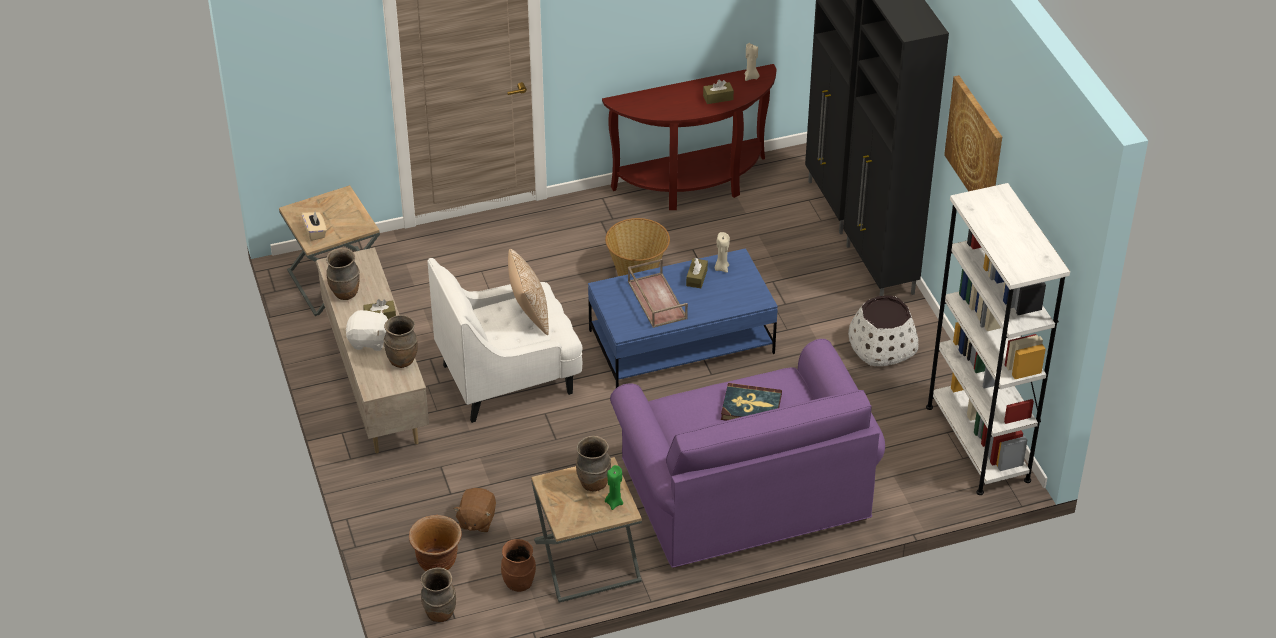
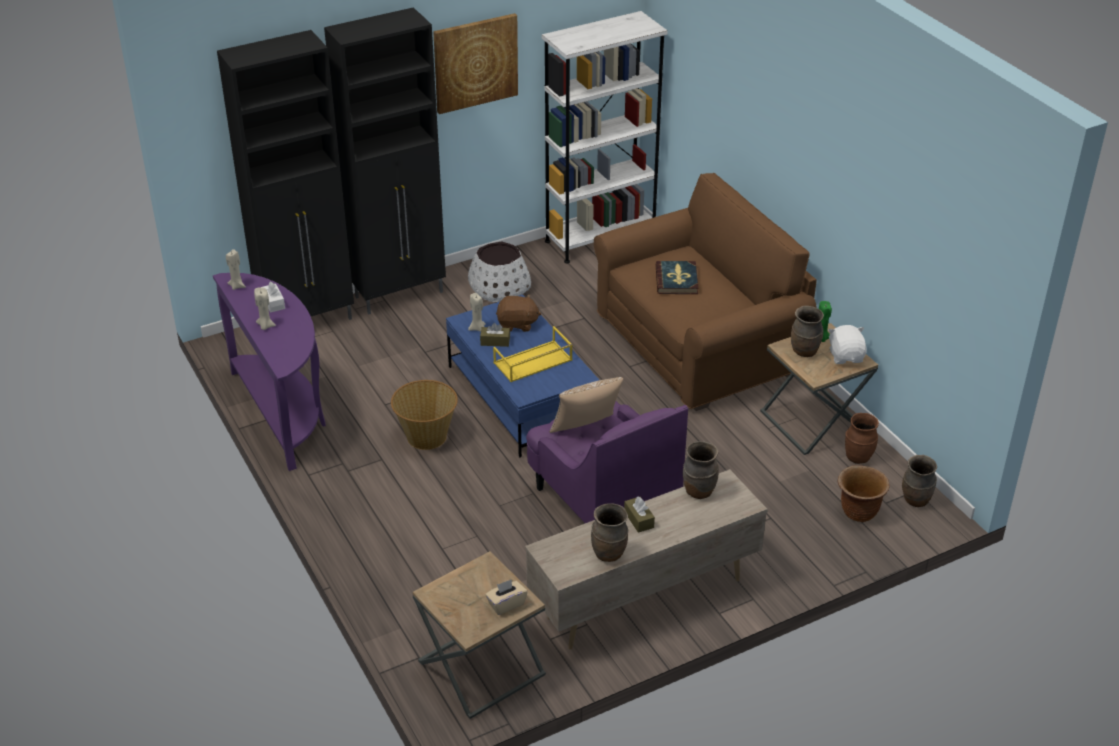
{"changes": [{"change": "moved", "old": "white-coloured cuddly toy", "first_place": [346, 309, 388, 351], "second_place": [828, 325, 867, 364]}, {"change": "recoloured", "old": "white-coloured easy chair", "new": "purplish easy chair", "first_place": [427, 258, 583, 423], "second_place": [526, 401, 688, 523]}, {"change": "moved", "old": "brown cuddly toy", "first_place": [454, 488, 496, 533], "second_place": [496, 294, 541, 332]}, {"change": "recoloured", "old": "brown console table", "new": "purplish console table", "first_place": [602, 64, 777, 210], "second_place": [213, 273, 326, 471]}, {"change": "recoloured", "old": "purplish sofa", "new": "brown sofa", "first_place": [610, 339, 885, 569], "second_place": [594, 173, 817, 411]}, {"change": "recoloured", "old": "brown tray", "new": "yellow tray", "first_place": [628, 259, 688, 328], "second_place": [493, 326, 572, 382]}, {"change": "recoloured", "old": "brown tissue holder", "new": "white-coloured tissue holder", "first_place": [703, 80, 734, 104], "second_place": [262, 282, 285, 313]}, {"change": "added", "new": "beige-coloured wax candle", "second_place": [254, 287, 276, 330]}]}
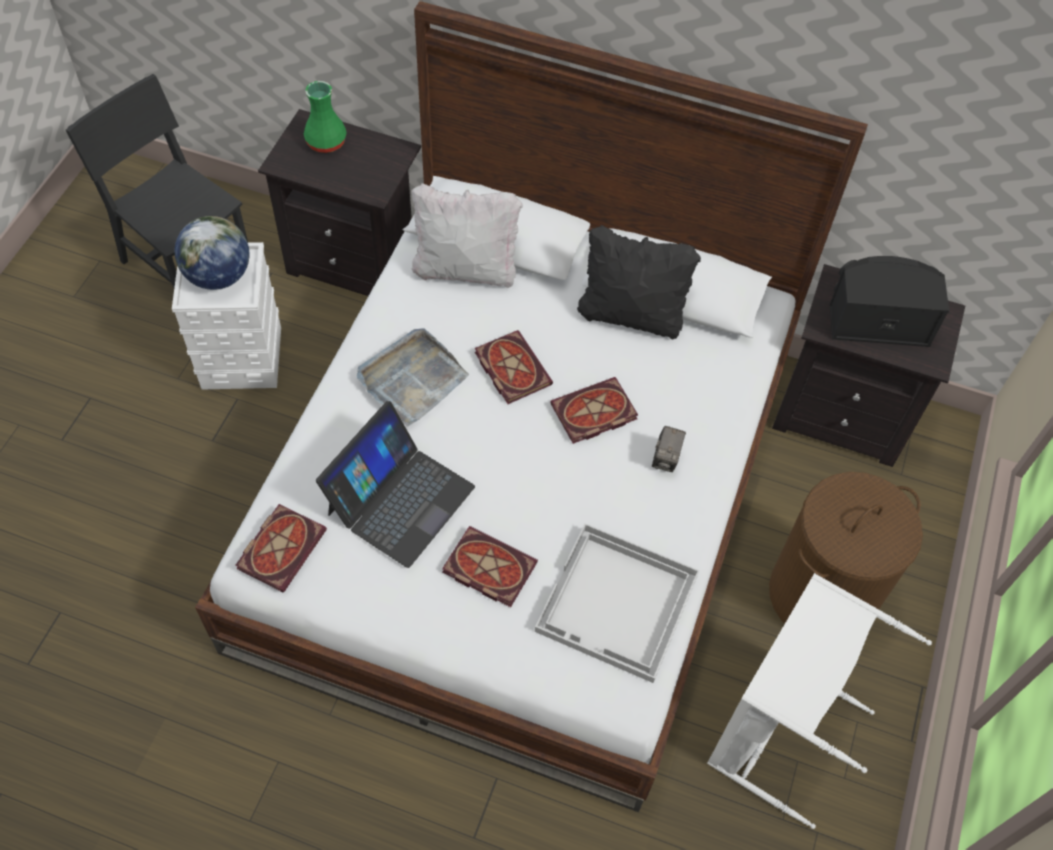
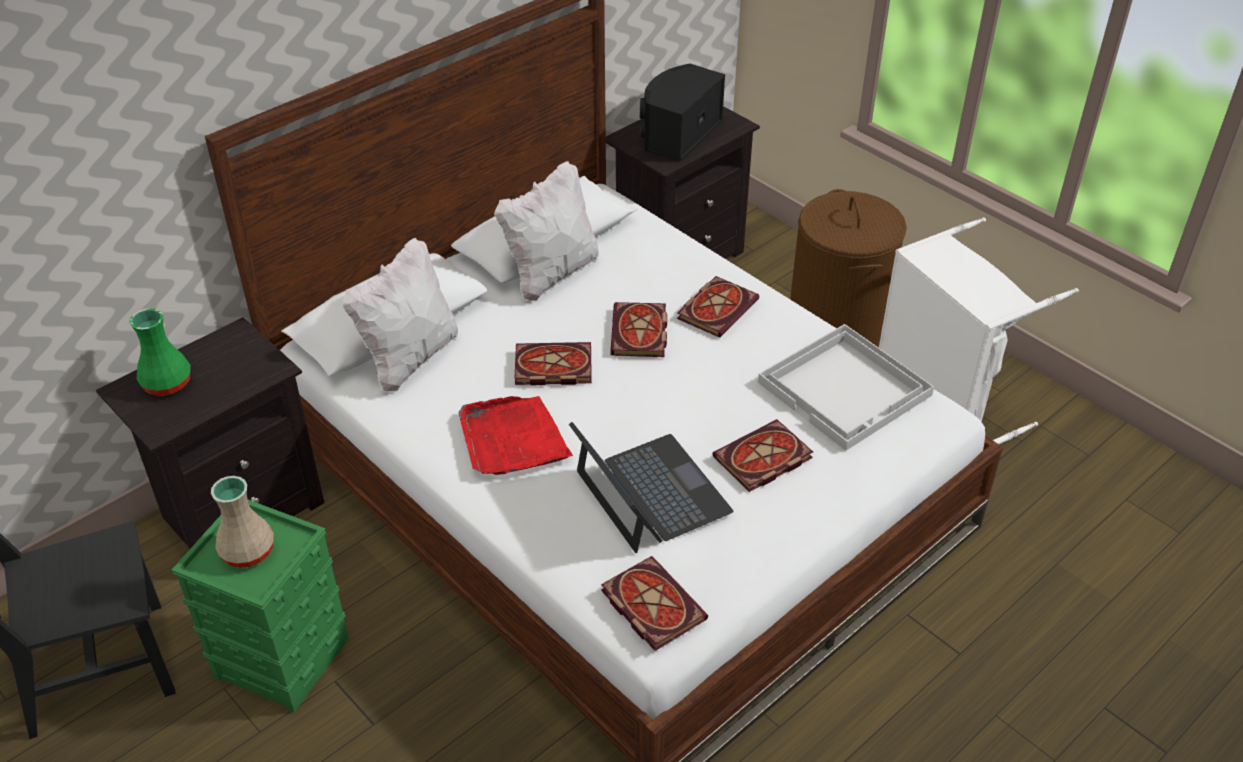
{"changes": [{"change": "recoloured", "old": "white-coloured storage bin", "new": "greenish storage bin", "first_place": [172, 242, 281, 390], "second_place": [172, 500, 349, 712]}, {"change": "replaced", "old": "desk globe", "new": "beige-coloured flower vase", "first_place": [175, 216, 250, 290], "second_place": [211, 476, 274, 568]}, {"change": "recoloured", "old": "gray tray", "new": "red tray", "first_place": [357, 328, 469, 427], "second_place": [459, 396, 573, 475]}, {"change": "recoloured", "old": "black cushion", "new": "white-coloured cushion", "first_place": [577, 225, 701, 339], "second_place": [494, 161, 599, 301]}, {"change": "replaced", "old": "still camera", "new": "bound book", "first_place": [652, 426, 686, 472], "second_place": [677, 276, 759, 338]}]}
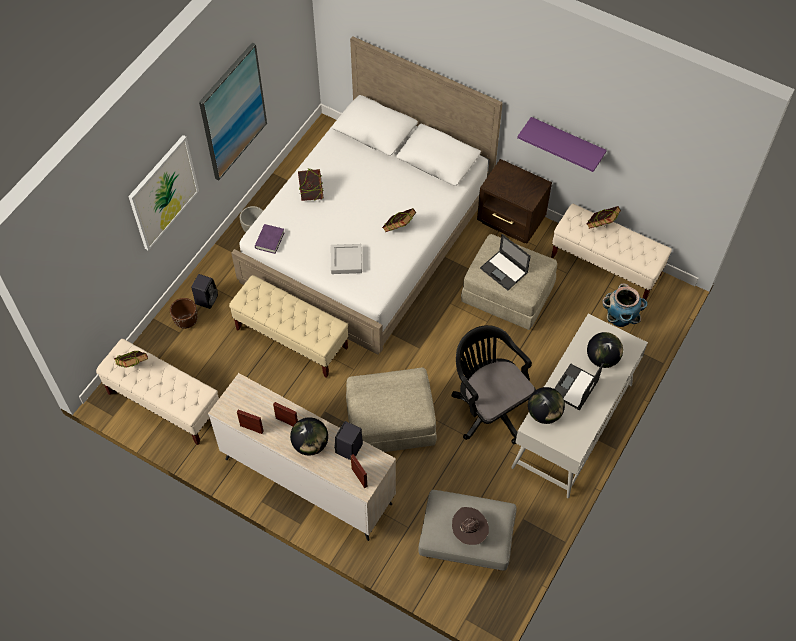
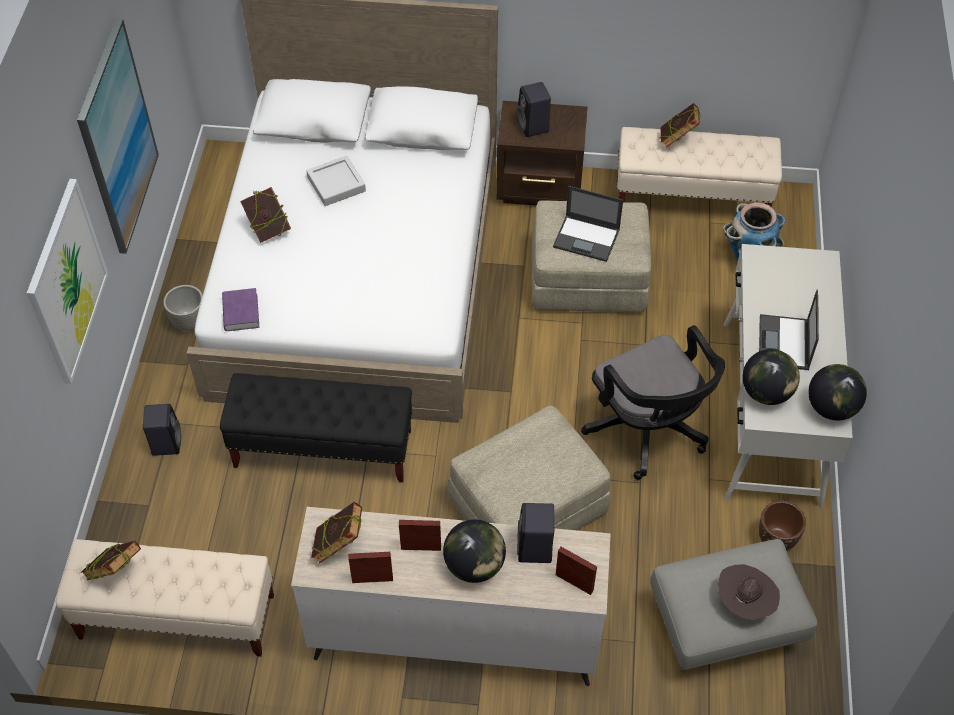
{"changes": [{"change": "moved", "old": "brown flower pot", "first_place": [170, 298, 198, 329], "second_place": [759, 501, 806, 551]}, {"change": "recoloured", "old": "beige-coloured indoor bench", "new": "black indoor bench", "first_place": [229, 275, 348, 378], "second_place": [220, 373, 413, 482]}, {"change": "moved", "old": "gray tray", "first_place": [331, 244, 362, 274], "second_place": [306, 156, 366, 206]}, {"change": "moved", "old": "bound book", "first_place": [382, 208, 416, 232], "second_place": [311, 502, 362, 564]}, {"change": "turned", "old": "black office chair", "first_place": [451, 325, 536, 444], "second_place": [581, 325, 725, 480], "degrees": -150}, {"change": "removed", "old": "purplish wall shelf", "first_place": [517, 117, 607, 172]}, {"change": "moved", "old": "desk globe", "first_place": [587, 332, 623, 368], "second_place": [808, 364, 867, 420]}, {"change": "added", "new": "black speaker", "second_place": [517, 82, 551, 137]}]}
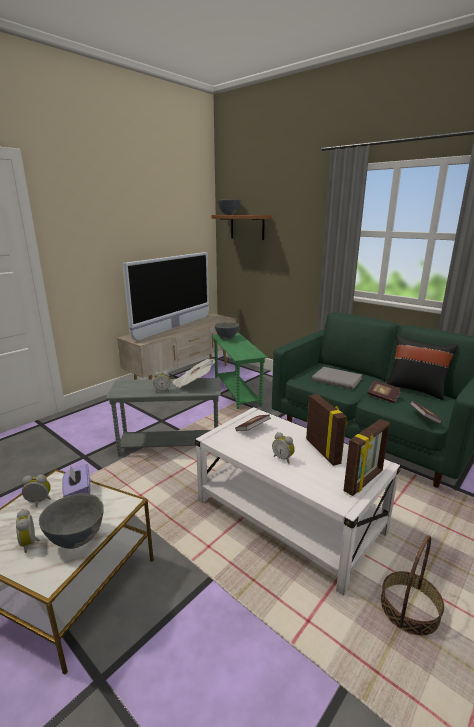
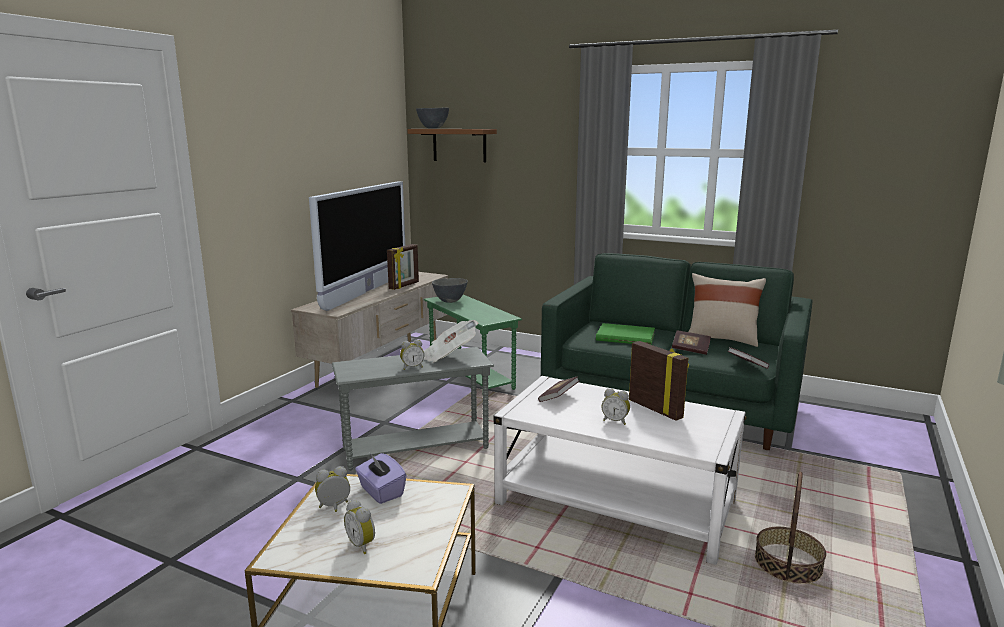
{"changes": [{"change": "removed", "old": "gray serving bowl", "first_place": [39, 493, 104, 549]}, {"change": "recoloured", "old": "gray bound book", "new": "greenish bound book", "first_place": [312, 367, 362, 390], "second_place": [596, 323, 655, 345]}, {"change": "moved", "old": "picture frame", "first_place": [343, 419, 390, 496], "second_place": [387, 244, 419, 290]}, {"change": "recoloured", "old": "black cushion", "new": "beige-coloured cushion", "first_place": [386, 335, 458, 400], "second_place": [688, 273, 766, 347]}]}
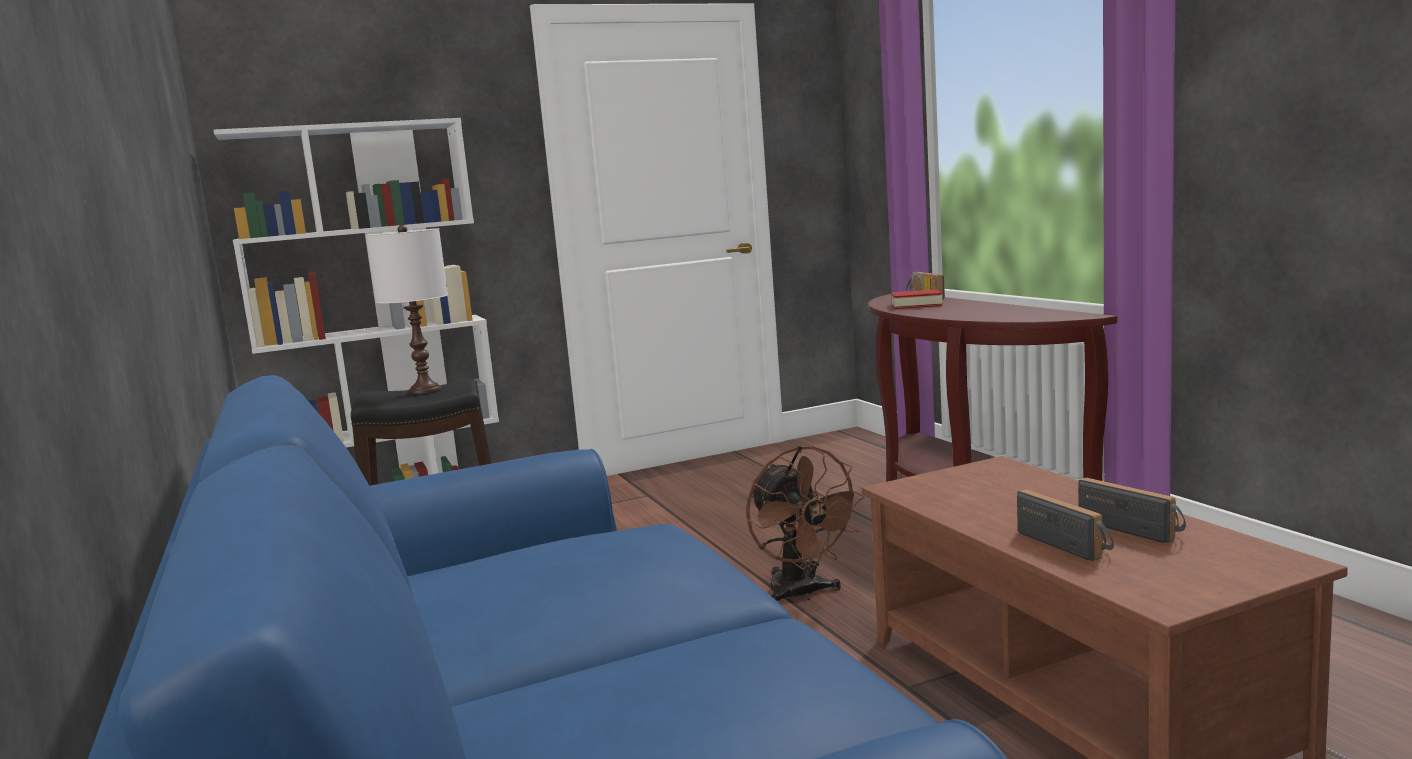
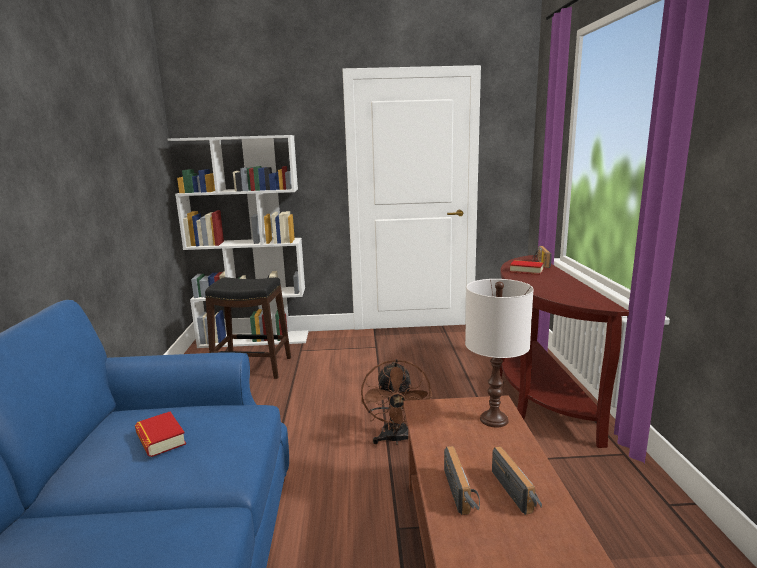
{"changes": [{"change": "moved", "old": "white-coloured lamp for a table", "first_place": [366, 225, 448, 394], "second_place": [465, 279, 534, 427]}, {"change": "added", "new": "bound book", "second_place": [135, 412, 186, 457]}]}
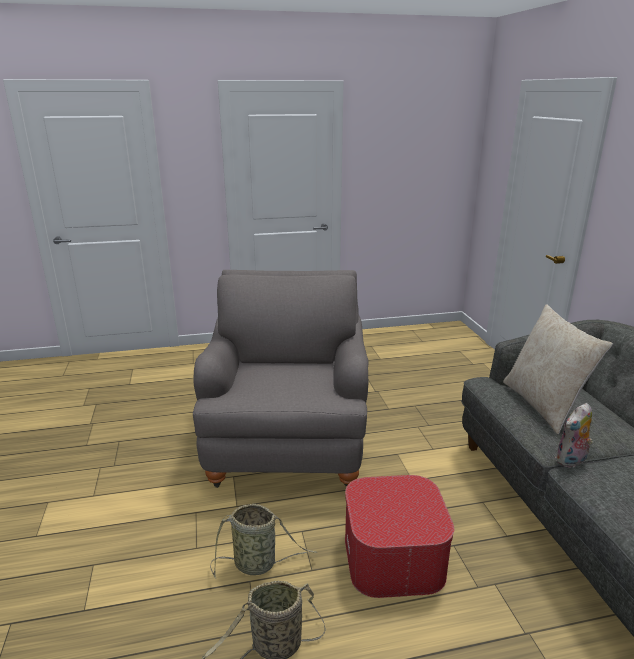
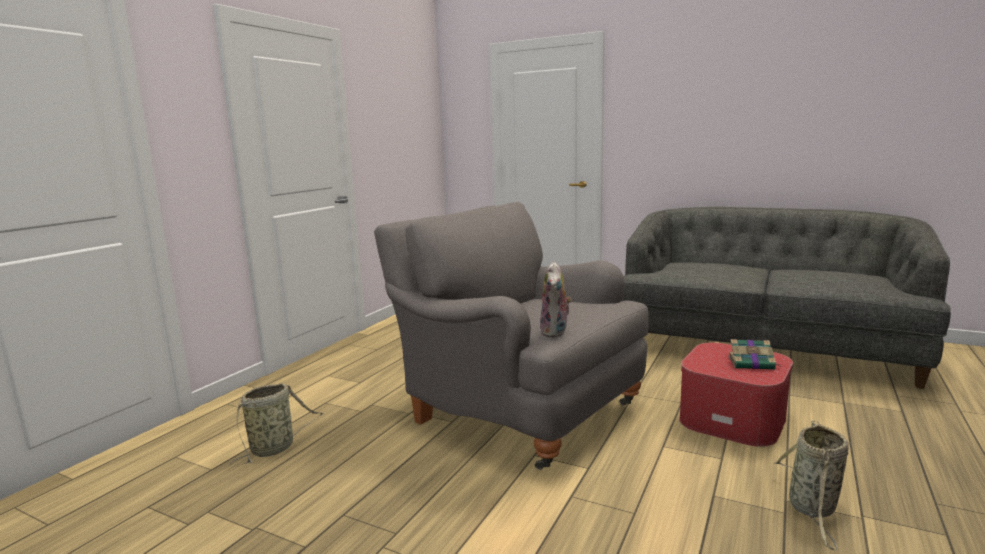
{"changes": [{"change": "moved", "old": "storage basket", "first_place": [210, 504, 318, 578], "second_place": [230, 383, 324, 466]}, {"change": "removed", "old": "beige-coloured cushion", "first_place": [503, 304, 613, 434]}, {"change": "moved", "old": "cuddly toy", "first_place": [555, 403, 593, 468], "second_place": [540, 262, 572, 338]}, {"change": "added", "new": "bound book", "second_place": [729, 339, 781, 370]}]}
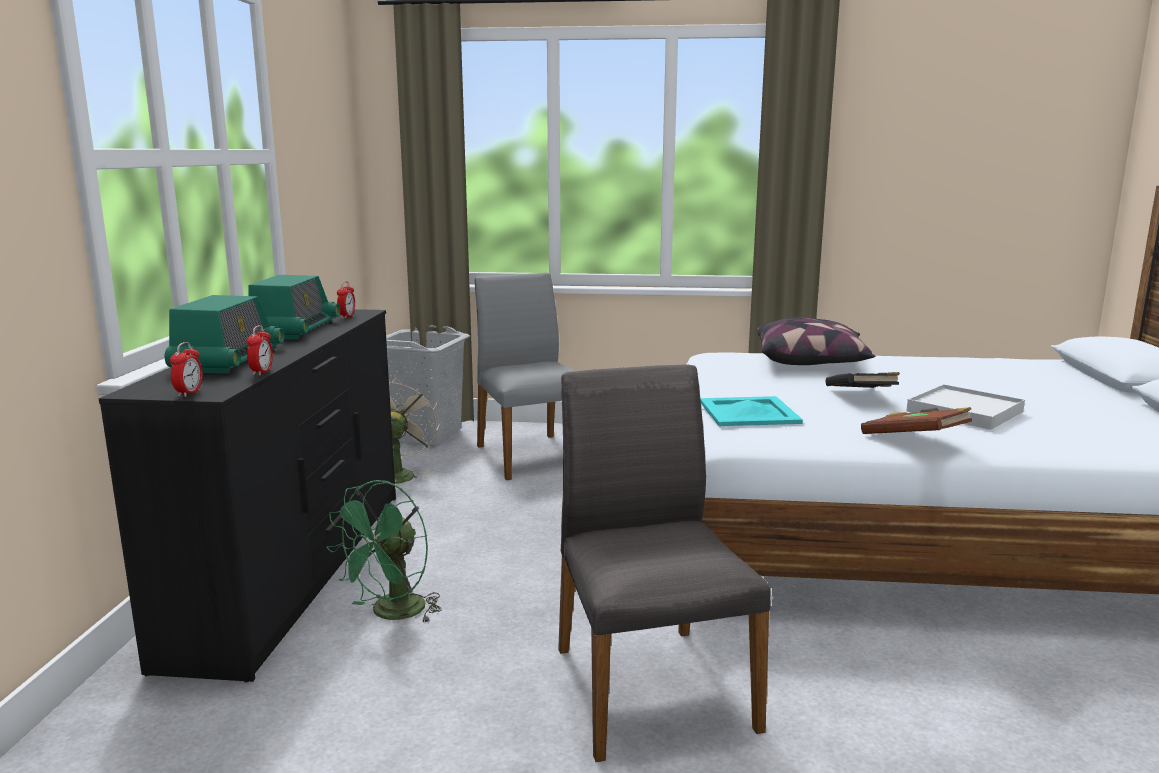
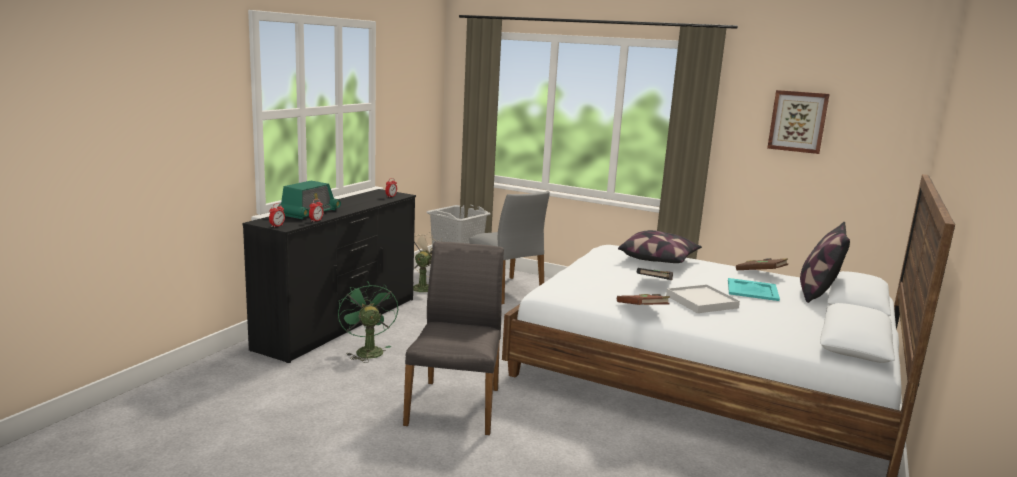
{"changes": [{"change": "removed", "old": "radio", "first_place": [248, 275, 340, 340]}, {"change": "turned", "old": "greenish cooling fan", "first_place": [327, 480, 442, 623], "second_place": [338, 281, 398, 363], "degrees": 105}, {"change": "turned", "old": "gray upright chair", "first_place": [475, 273, 574, 480], "second_place": [469, 191, 550, 304], "degrees": 150}, {"change": "moved", "old": "blue-green tray", "first_place": [700, 396, 803, 426], "second_place": [728, 278, 780, 301]}, {"change": "added", "new": "brown bound book", "second_place": [736, 258, 788, 270]}, {"change": "added", "new": "picture", "second_place": [767, 90, 830, 154]}, {"change": "added", "new": "cushion", "second_place": [800, 222, 850, 303]}]}
